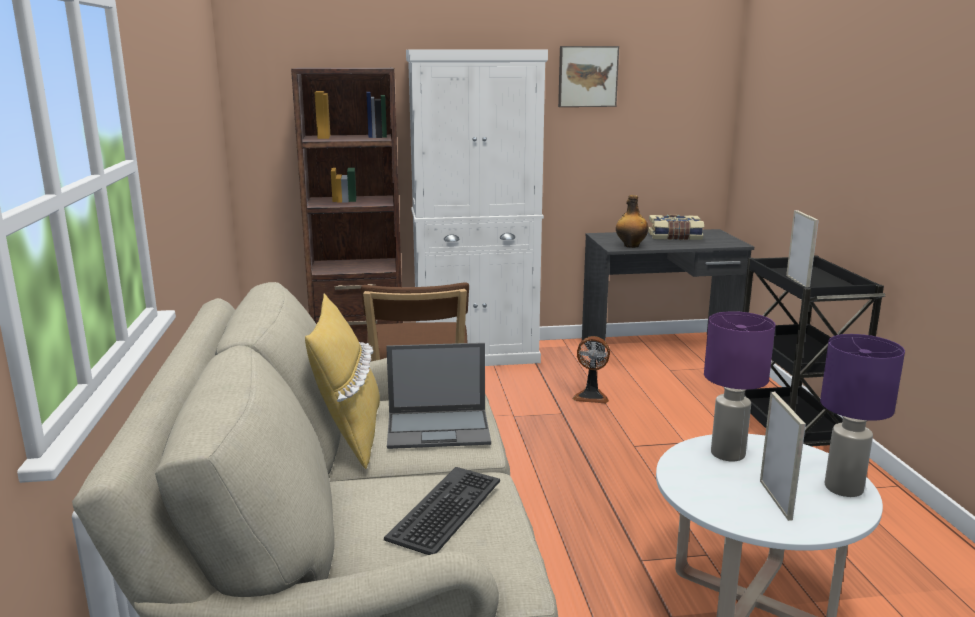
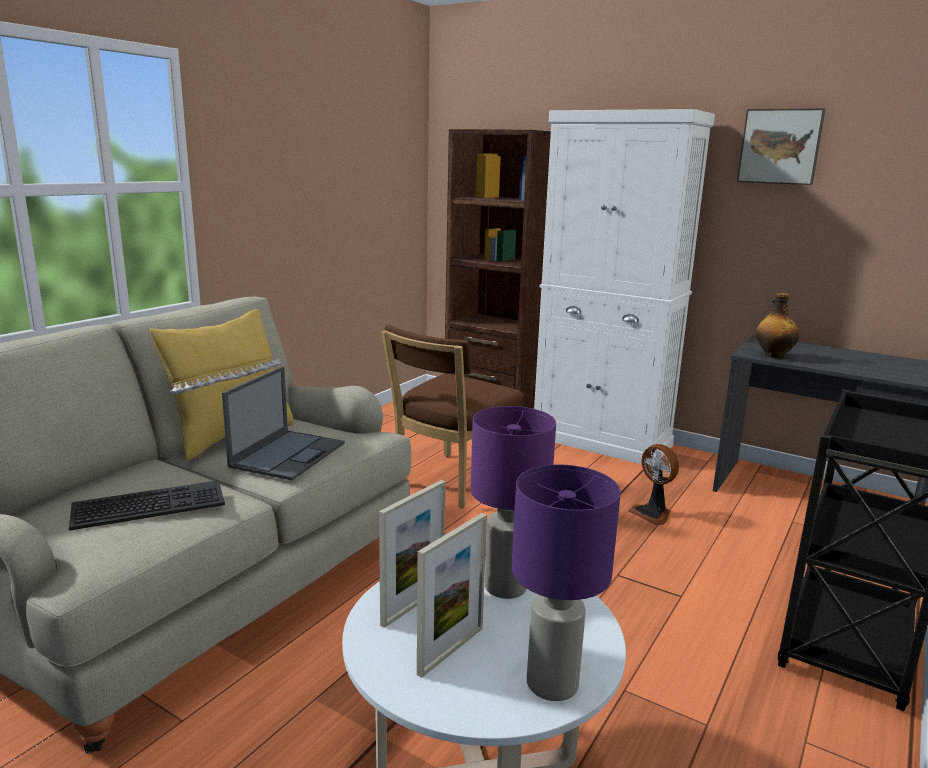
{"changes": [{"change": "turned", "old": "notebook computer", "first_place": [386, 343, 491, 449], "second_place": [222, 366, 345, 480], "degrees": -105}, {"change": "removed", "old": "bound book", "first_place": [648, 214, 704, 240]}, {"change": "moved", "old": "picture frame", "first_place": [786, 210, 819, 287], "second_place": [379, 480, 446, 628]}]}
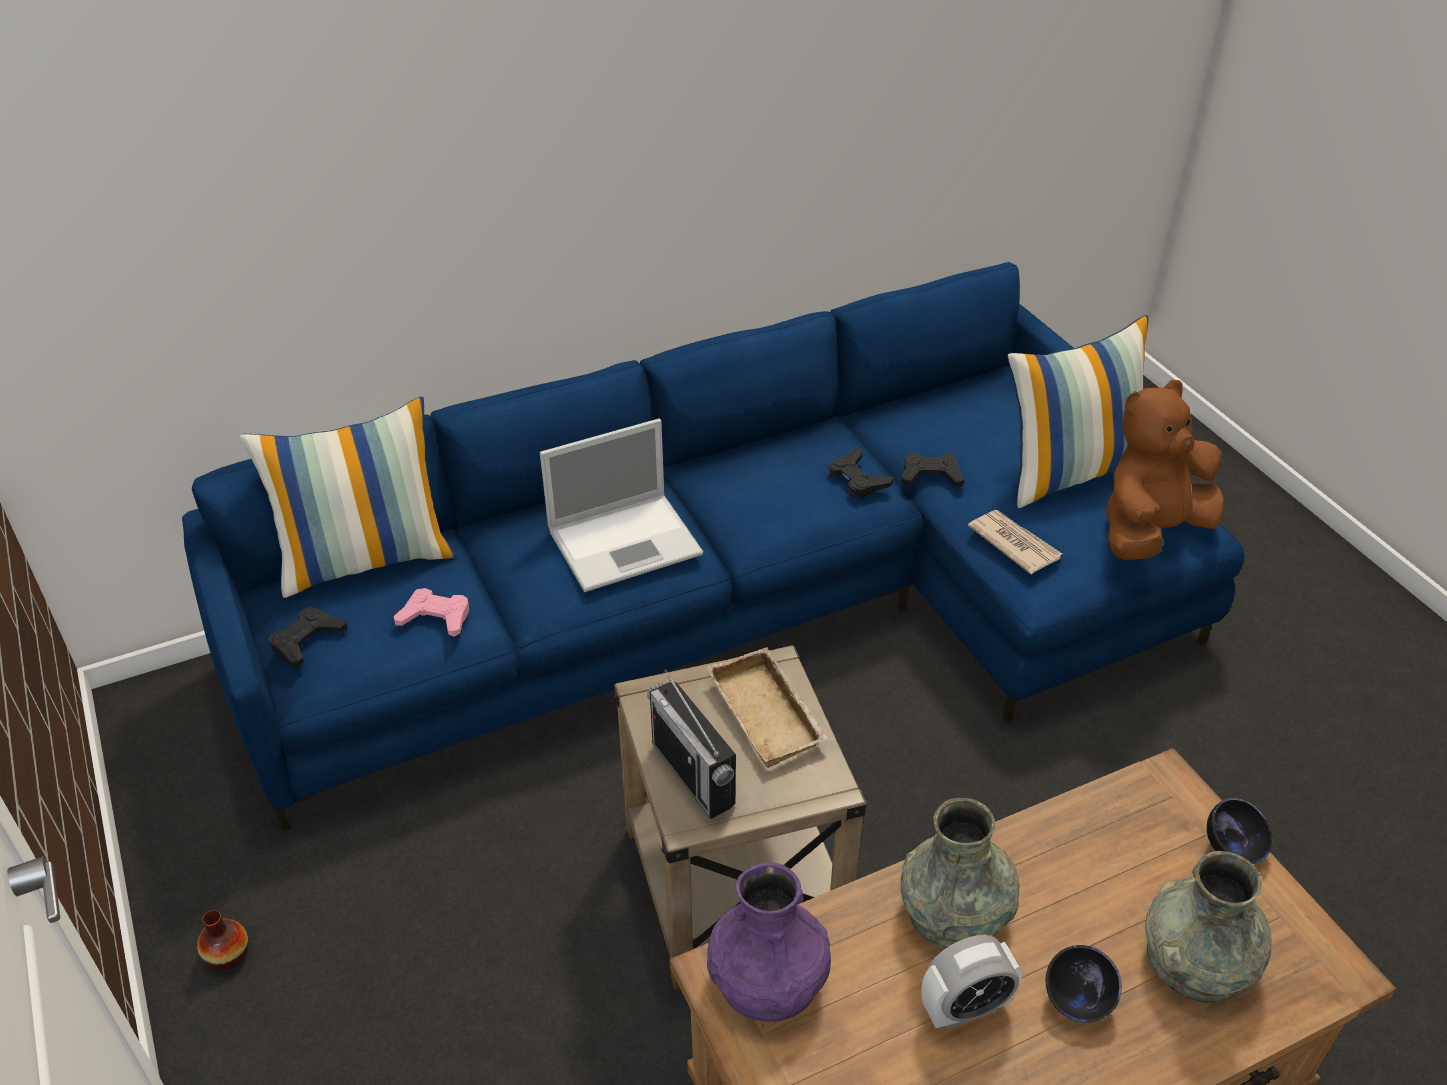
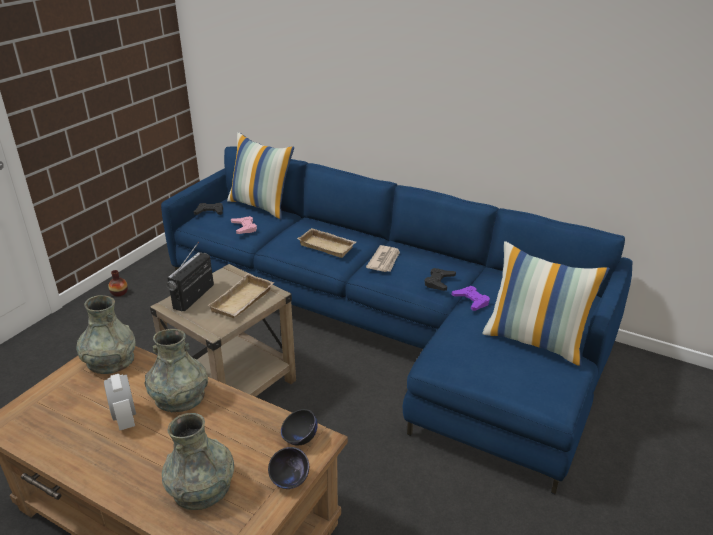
{"changes": [{"change": "replaced", "old": "notebook computer", "new": "beige-coloured tray", "first_place": [540, 419, 703, 592], "second_place": [297, 228, 356, 258]}, {"change": "recoloured", "old": "purplish flower vase", "new": "gray flower vase", "first_place": [707, 862, 831, 1022], "second_place": [77, 295, 136, 374]}, {"change": "recoloured", "old": "black gamepad", "new": "purplish gamepad", "first_place": [901, 453, 965, 487], "second_place": [452, 286, 490, 311]}, {"change": "turned", "old": "table clock", "first_place": [921, 935, 1022, 1029], "second_place": [104, 374, 136, 430], "degrees": -150}, {"change": "moved", "old": "daily paper", "first_place": [968, 510, 1062, 574], "second_place": [366, 245, 400, 272]}, {"change": "moved", "old": "black serving bowl", "first_place": [1046, 945, 1122, 1023], "second_place": [281, 409, 317, 445]}, {"change": "removed", "old": "brown cuddly toy", "first_place": [1105, 380, 1223, 560]}]}
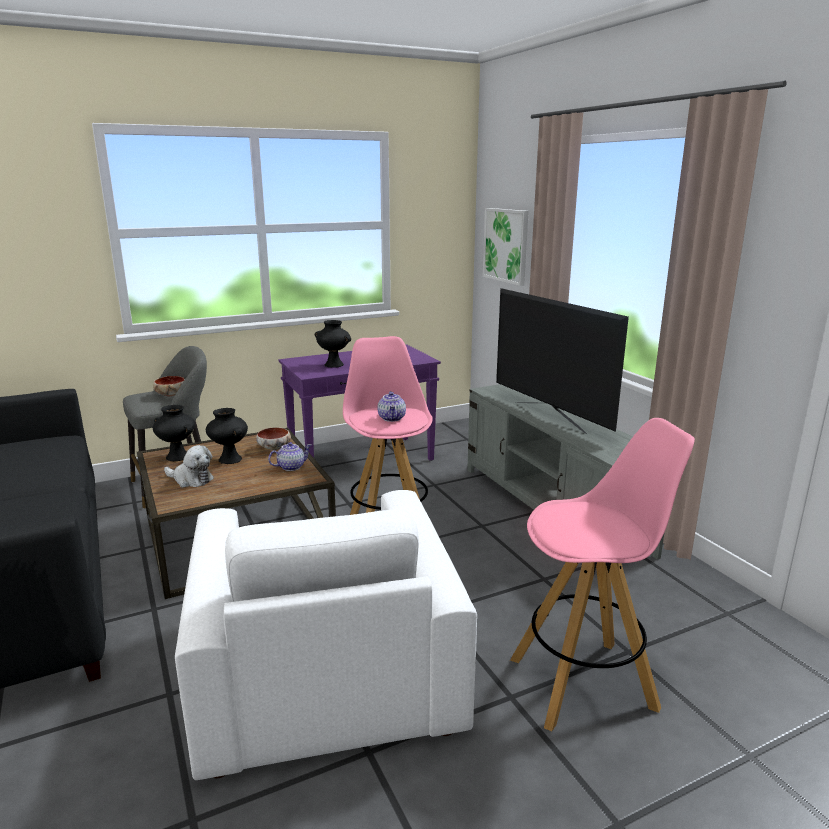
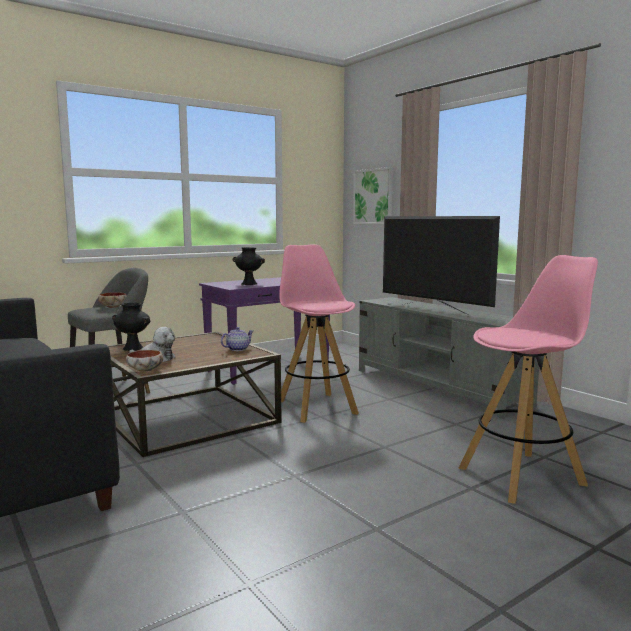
{"changes": [{"change": "removed", "old": "white-coloured easy chair", "first_place": [175, 490, 477, 780]}, {"change": "removed", "old": "black flower vase", "first_place": [206, 408, 248, 464]}, {"change": "moved", "old": "serving bowl", "first_place": [256, 427, 291, 450], "second_place": [126, 350, 163, 372]}, {"change": "removed", "old": "teapot", "first_place": [377, 391, 406, 422]}]}
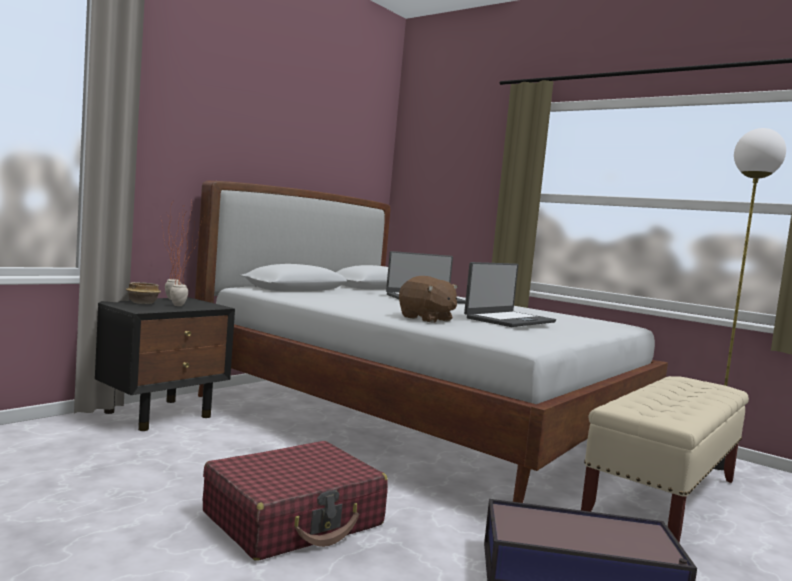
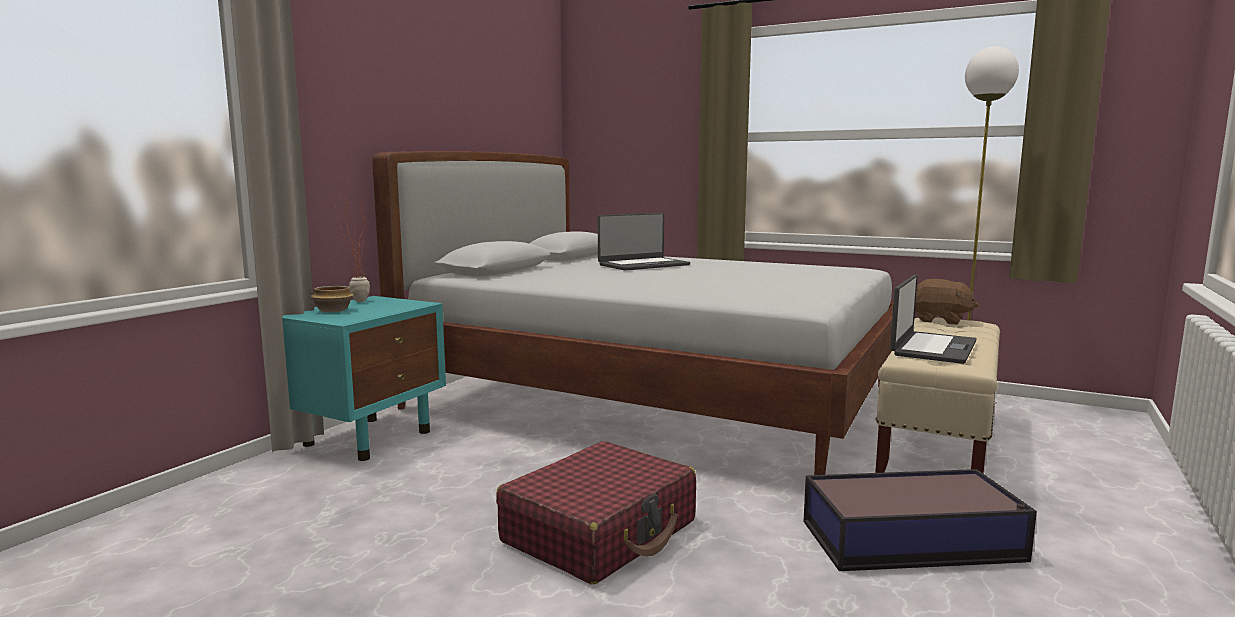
{"changes": [{"change": "recoloured", "old": "black night table", "new": "blue-green night table", "first_place": [95, 297, 235, 431], "second_place": [282, 296, 446, 461]}, {"change": "removed", "old": "plant in a pot", "first_place": [170, 202, 204, 306]}, {"change": "moved", "old": "brown cuddly toy", "first_place": [399, 276, 458, 323], "second_place": [915, 279, 979, 325]}, {"change": "moved", "old": "notebook computer", "first_place": [464, 262, 556, 327], "second_place": [890, 274, 977, 364]}]}
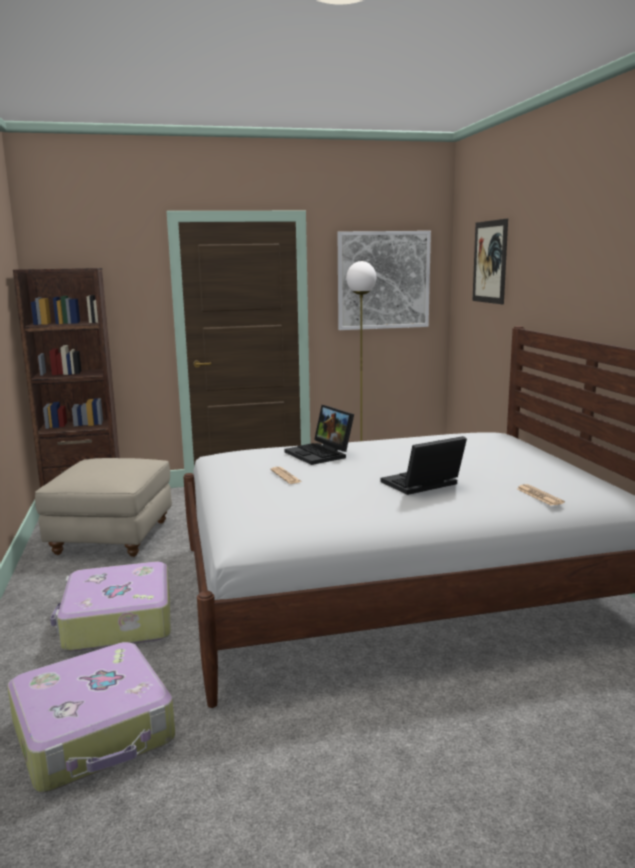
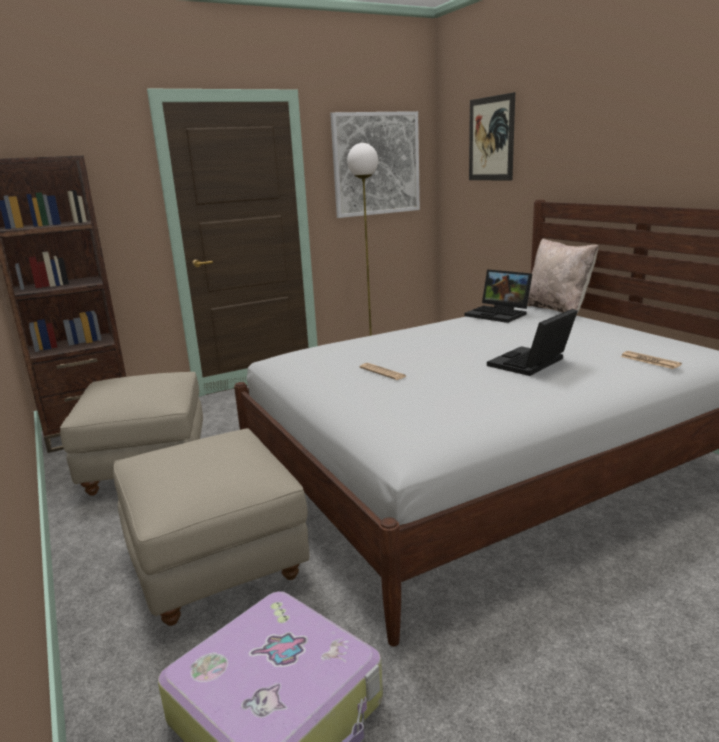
{"changes": [{"change": "replaced", "old": "suitcase", "new": "beige-coloured footrest", "first_place": [50, 562, 171, 651], "second_place": [113, 428, 310, 626]}, {"change": "moved", "old": "notebook computer", "first_place": [284, 405, 354, 465], "second_place": [464, 269, 532, 323]}, {"change": "added", "new": "beige-coloured cushion", "second_place": [527, 239, 598, 313]}]}
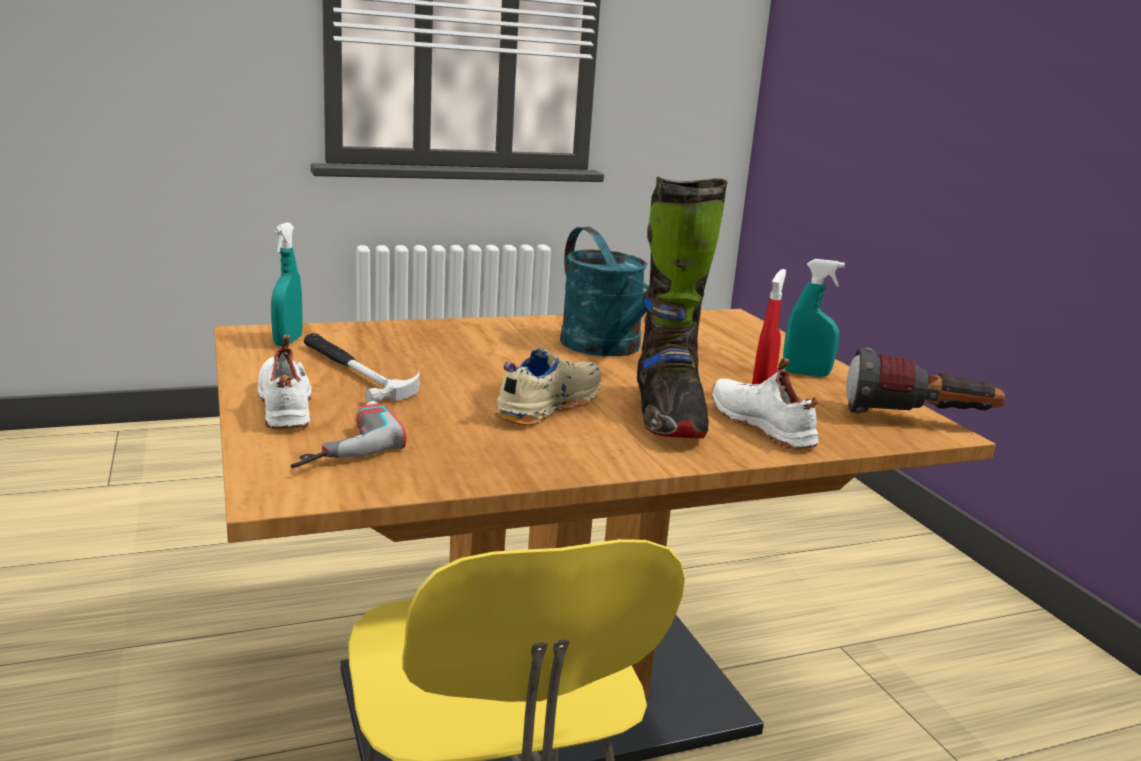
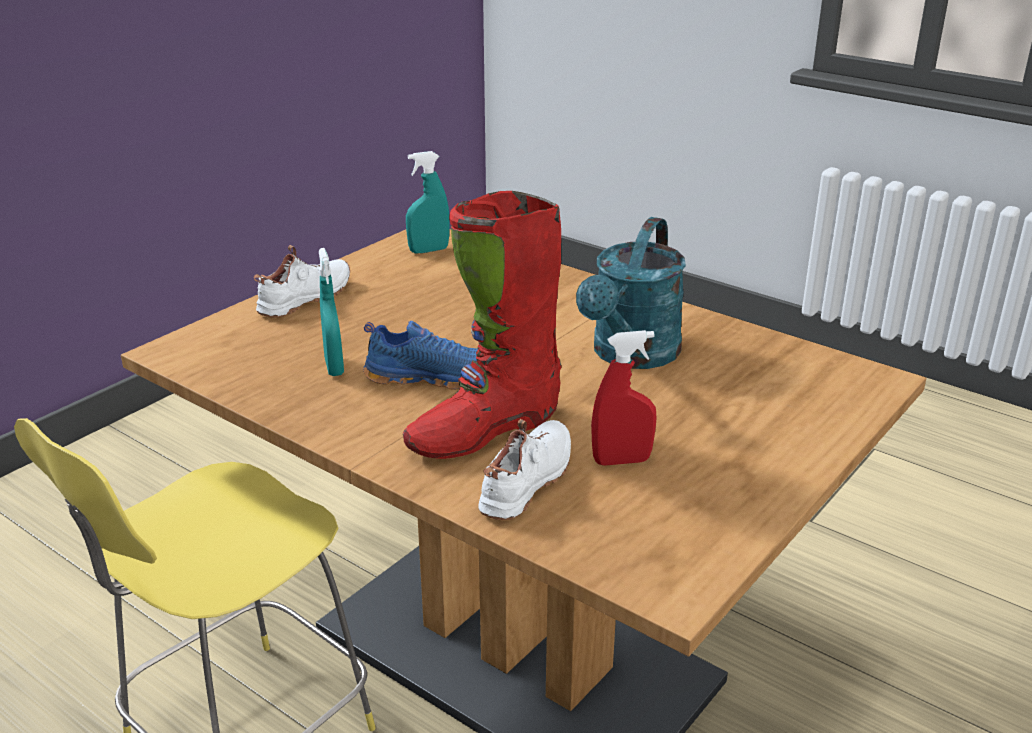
{"changes": [{"change": "removed", "old": "drill", "first_place": [291, 401, 406, 468]}, {"change": "removed", "old": "tool hammer", "first_place": [304, 333, 420, 403]}, {"change": "recoloured", "old": "beige-coloured shoe", "new": "blue shoe", "first_place": [495, 348, 601, 426], "second_place": [363, 321, 478, 390]}, {"change": "recoloured", "old": "black tall boot", "new": "red tall boot", "first_place": [637, 176, 728, 439], "second_place": [403, 191, 561, 459]}, {"change": "moved", "old": "blue-green hand sprayer", "first_place": [783, 259, 845, 377], "second_place": [319, 248, 344, 376]}, {"change": "removed", "old": "flashlight", "first_place": [846, 347, 1005, 414]}]}
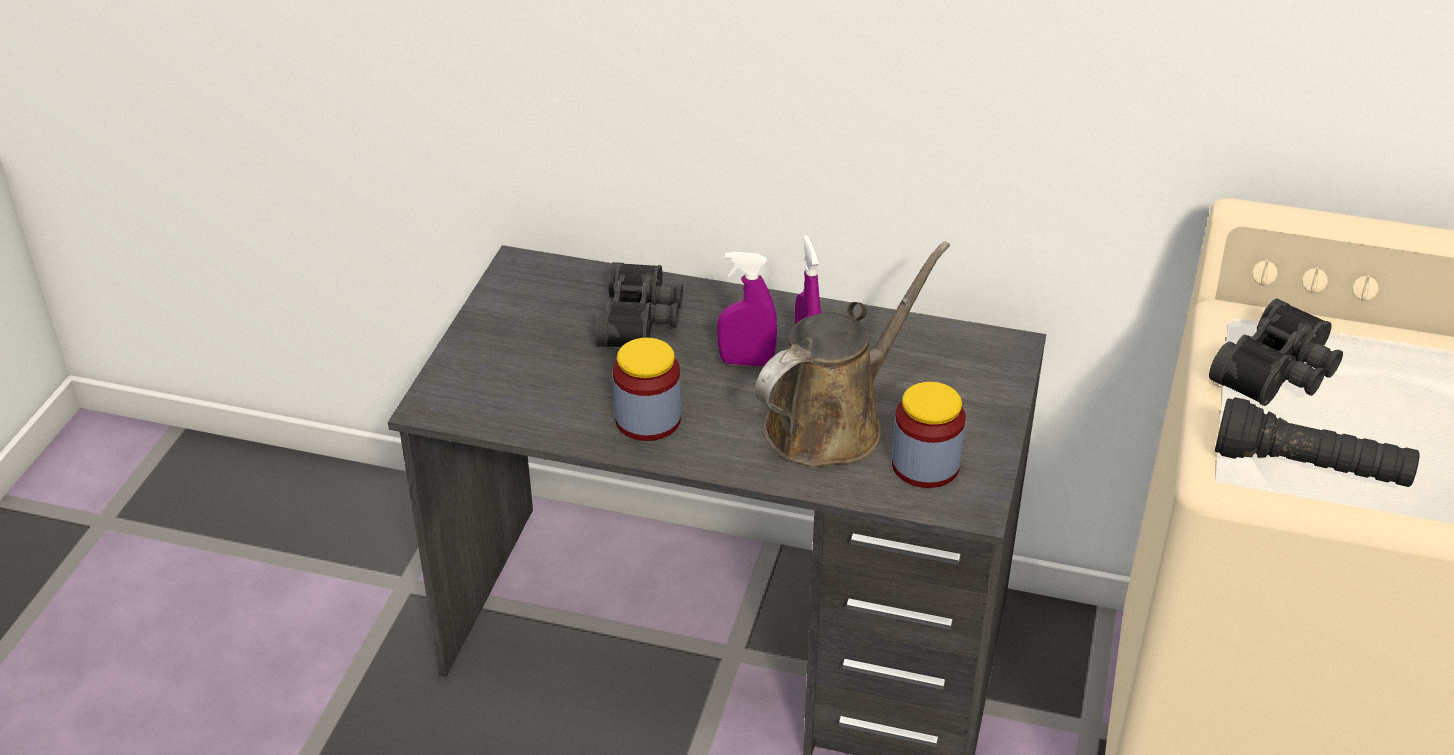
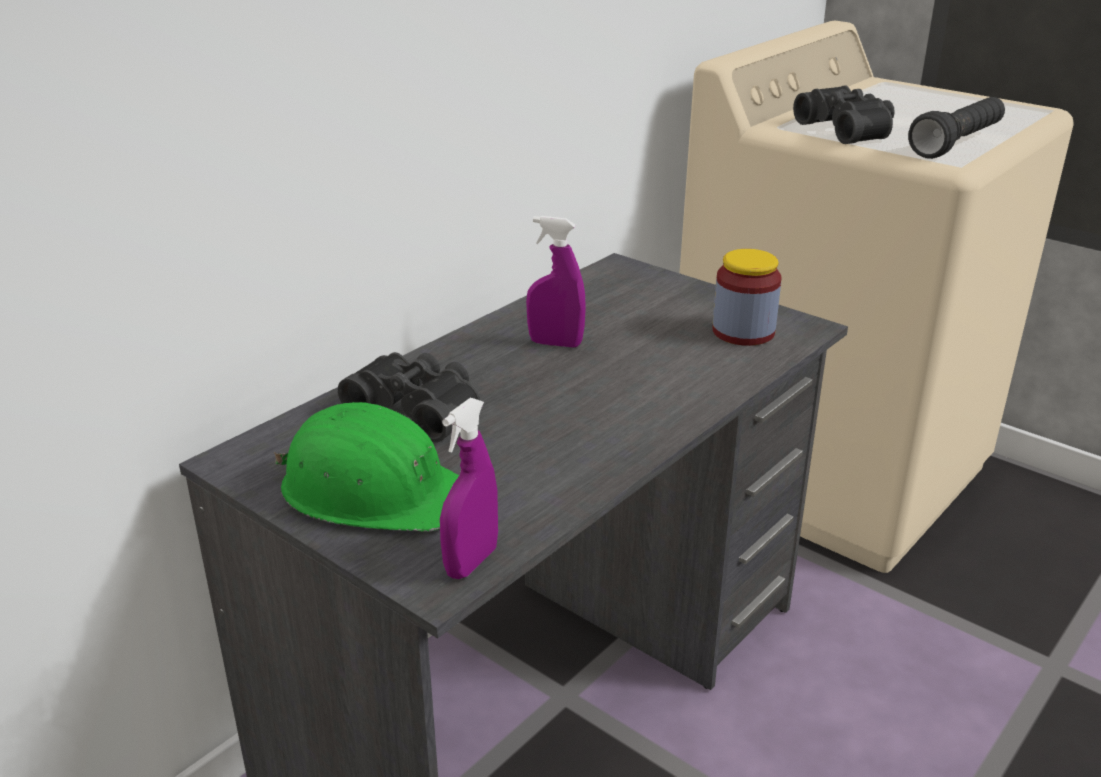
{"changes": [{"change": "removed", "old": "preserve jar", "first_place": [613, 338, 681, 441]}, {"change": "moved", "old": "purplish hand sprayer", "first_place": [717, 252, 777, 366], "second_place": [440, 398, 498, 579]}, {"change": "removed", "old": "brown sprinkling can", "first_place": [755, 241, 950, 467]}, {"change": "added", "new": "greenish work helmet", "second_place": [274, 402, 459, 532]}]}
